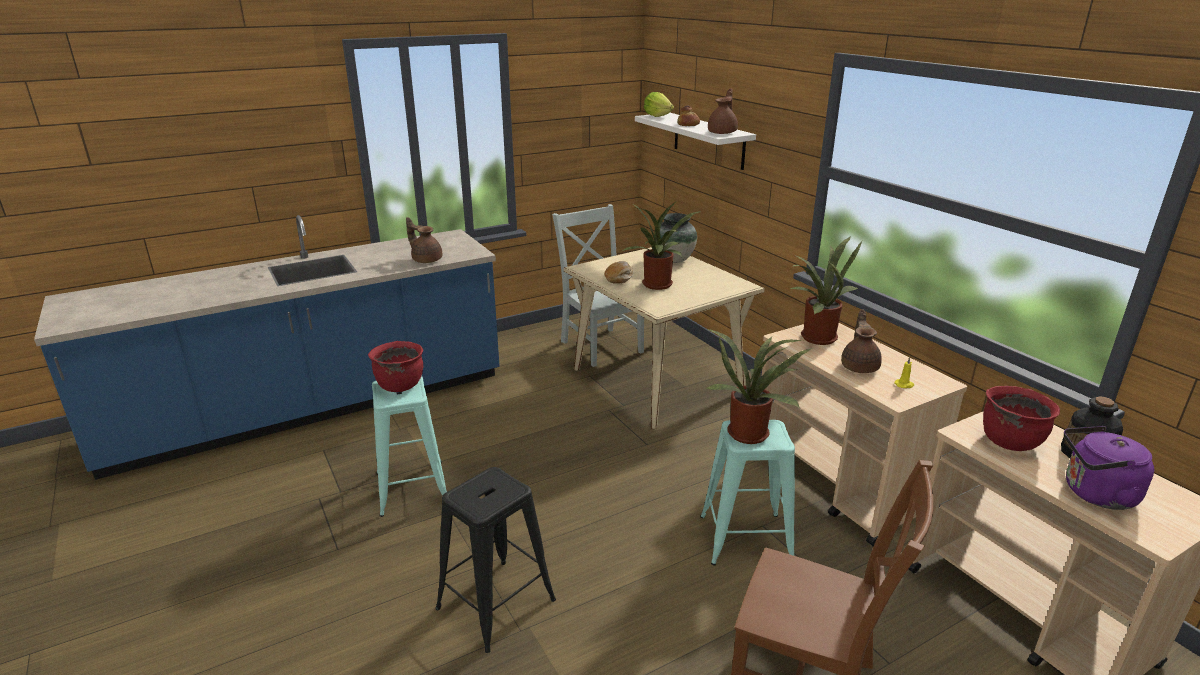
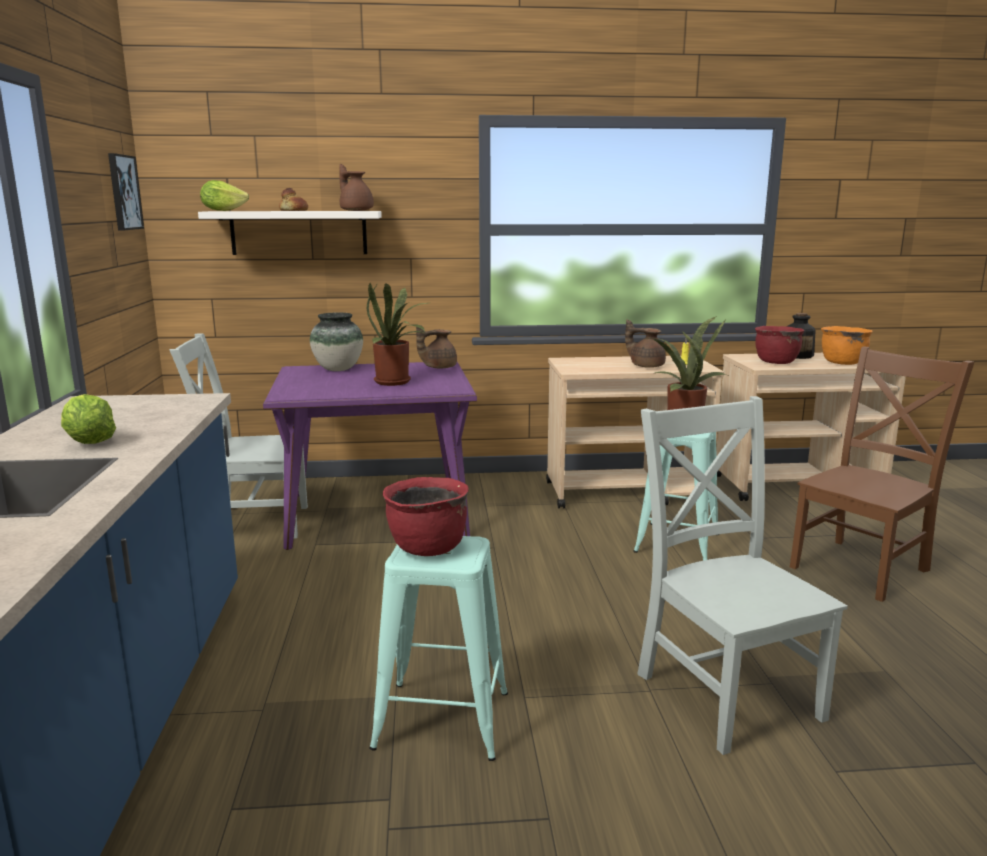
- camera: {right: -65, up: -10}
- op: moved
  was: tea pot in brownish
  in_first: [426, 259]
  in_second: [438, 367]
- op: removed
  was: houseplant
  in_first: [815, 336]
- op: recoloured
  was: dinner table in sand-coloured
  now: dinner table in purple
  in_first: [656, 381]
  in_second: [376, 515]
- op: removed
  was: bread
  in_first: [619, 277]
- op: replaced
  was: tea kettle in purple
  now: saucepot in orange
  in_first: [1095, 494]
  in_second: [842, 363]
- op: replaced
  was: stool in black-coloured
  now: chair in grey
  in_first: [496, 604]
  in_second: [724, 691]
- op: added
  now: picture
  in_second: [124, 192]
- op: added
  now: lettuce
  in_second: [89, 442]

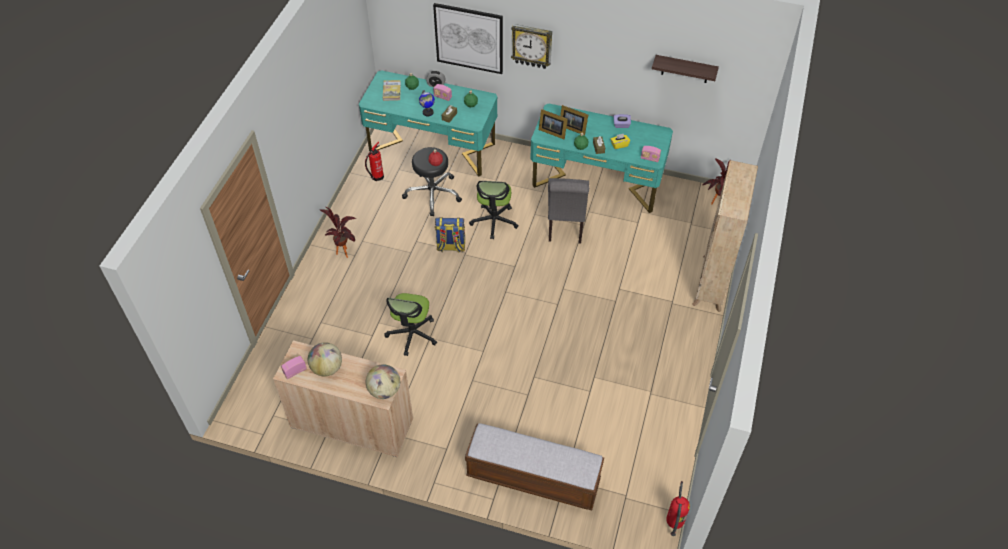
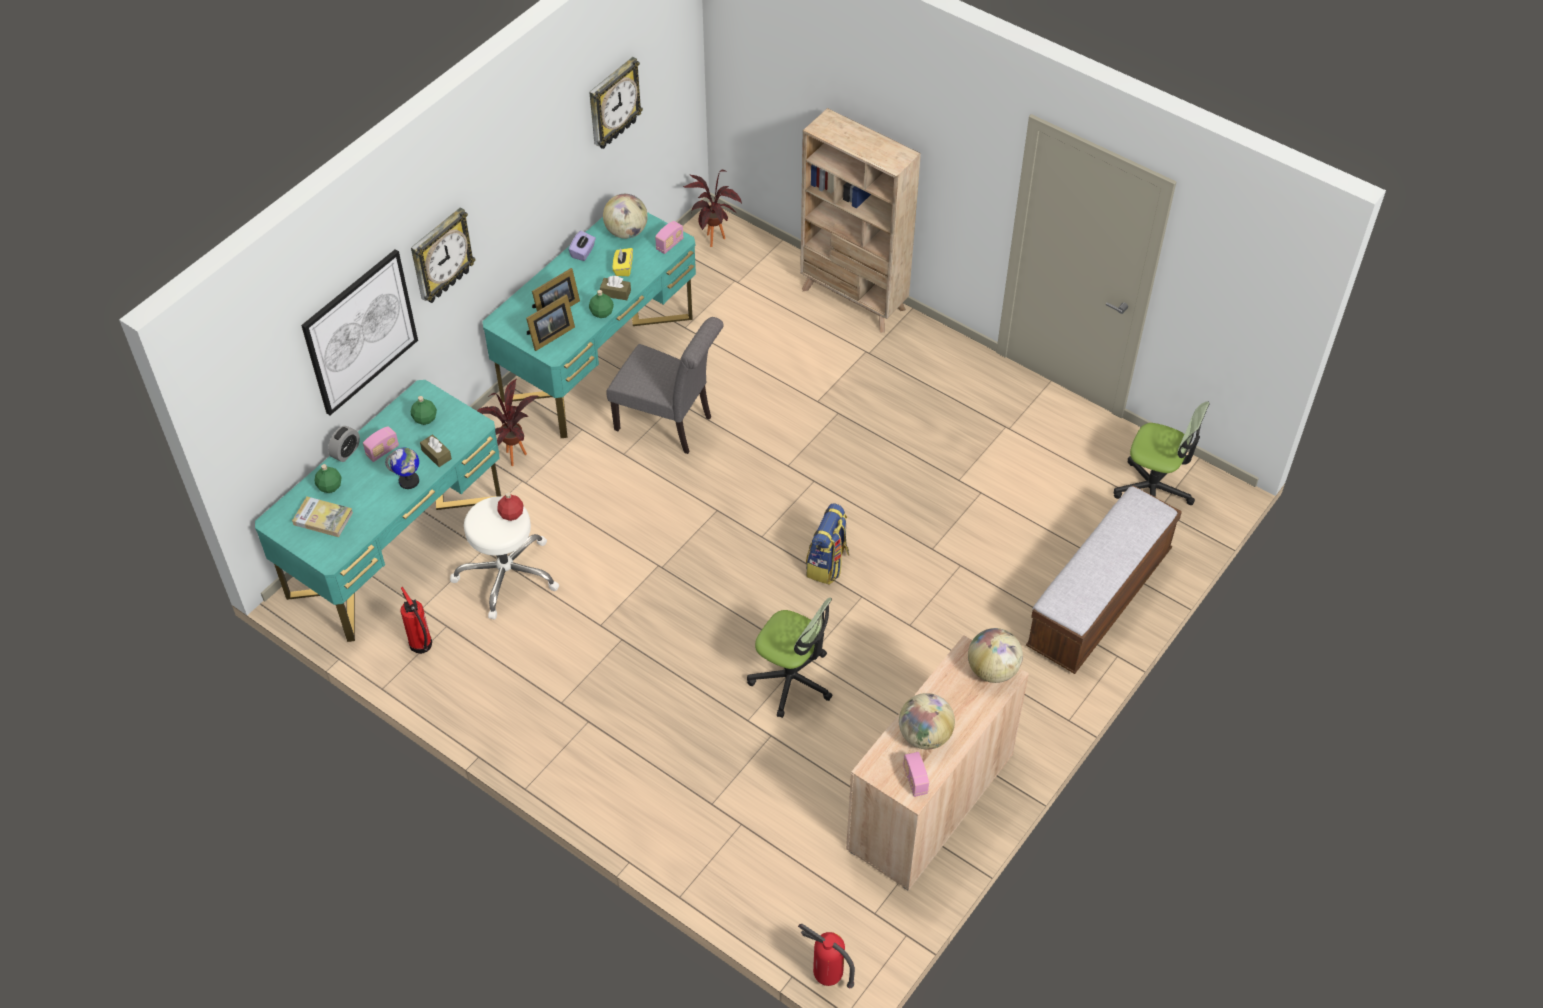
- camera: {right: -70, up: 0}
- op: replaced
  was: bracket shelf
  now: wall clock
  in_first: [685, 69]
  in_second: [613, 104]
- op: recoloured
  was: stool in black-coloured
  now: stool in white-coloured
  in_first: [433, 193]
  in_second: [506, 574]
- op: moved
  was: desk chair
  in_first: [494, 221]
  in_second: [1153, 490]
- op: moved
  was: houseplant
  in_first: [344, 250]
  in_second: [509, 455]
- op: moved
  was: knapsack
  in_first: [450, 246]
  in_second: [827, 564]
- op: moved
  was: fire-fighting cylinder
  in_first: [673, 522]
  in_second: [827, 977]
- op: added
  now: globe
  in_second: [626, 232]

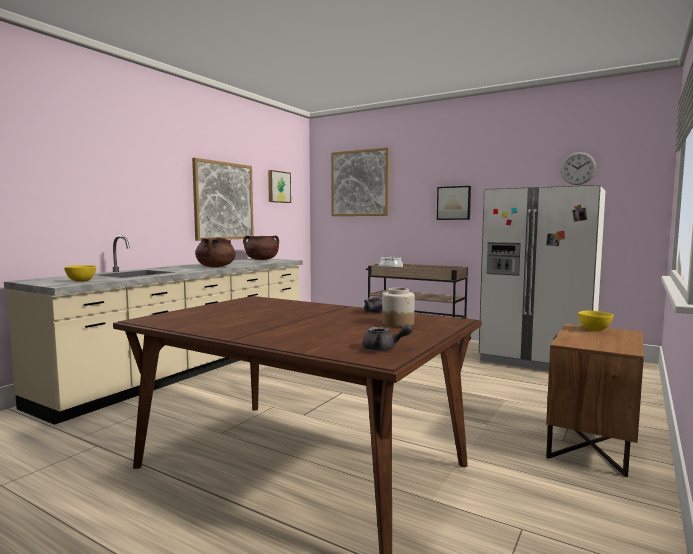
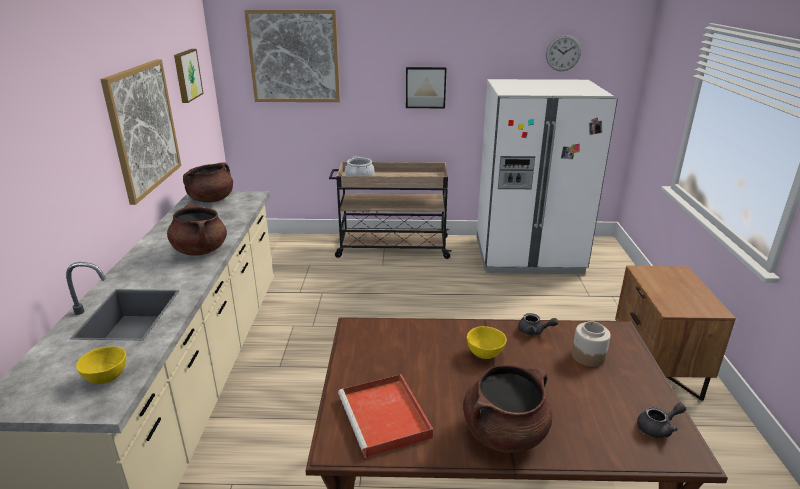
- camera: {right: -30, up: 20}
- op: moved
  was: deep dish in yellow-coloured
  in_first: [595, 330]
  in_second: [485, 354]
- op: added
  now: saucepot in brownish
  in_second: [504, 433]
- op: added
  now: tray in reddish
  in_second: [386, 418]

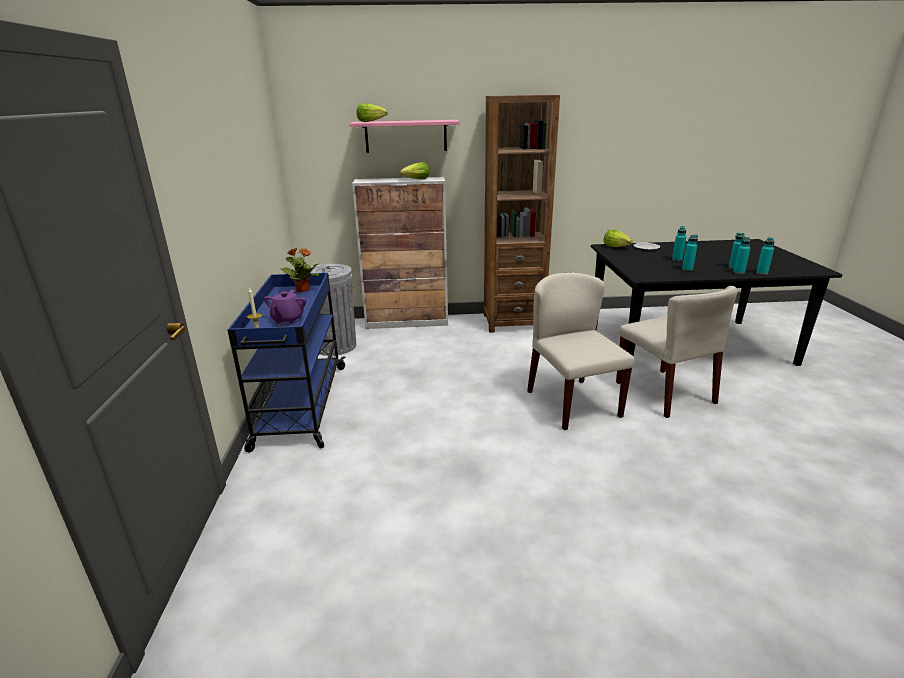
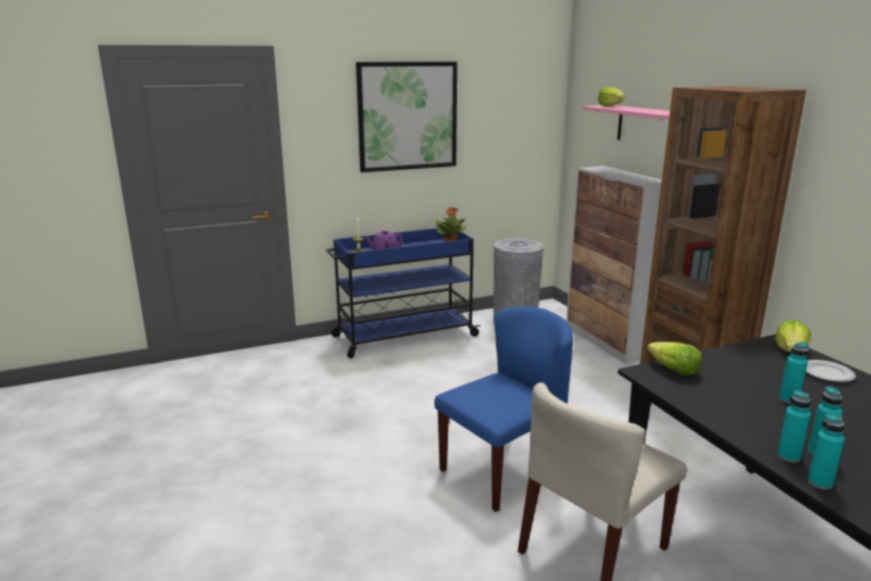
- camera: {right: 70, up: -5}
- op: moved
  was: lettuce
  in_first: [417, 180]
  in_second: [673, 370]
- op: removed
  was: beverage bottle in blue-green
  in_first: [687, 269]
- op: recoloured
  was: chair in sand-coloured
  now: chair in blue
  in_first: [572, 403]
  in_second: [503, 470]
- op: added
  now: picture
  in_second: [407, 116]

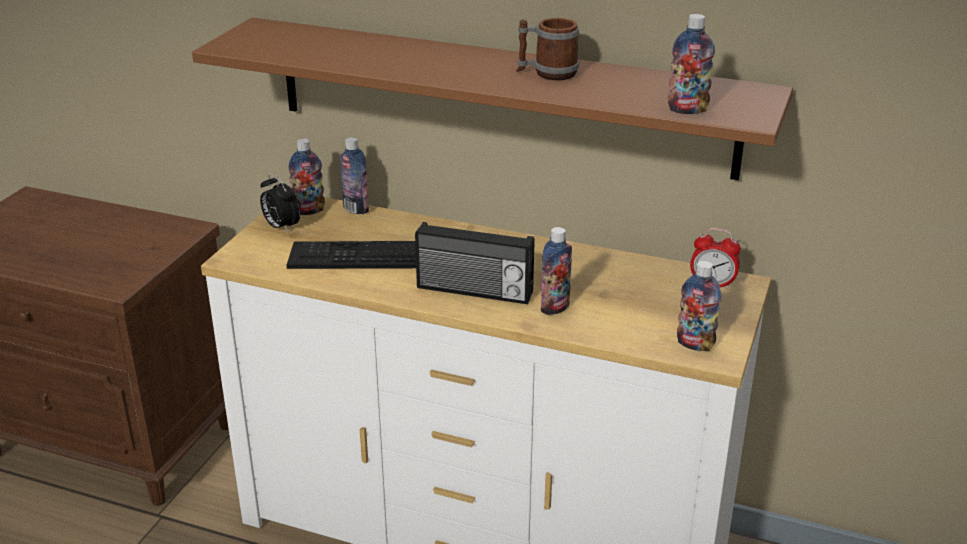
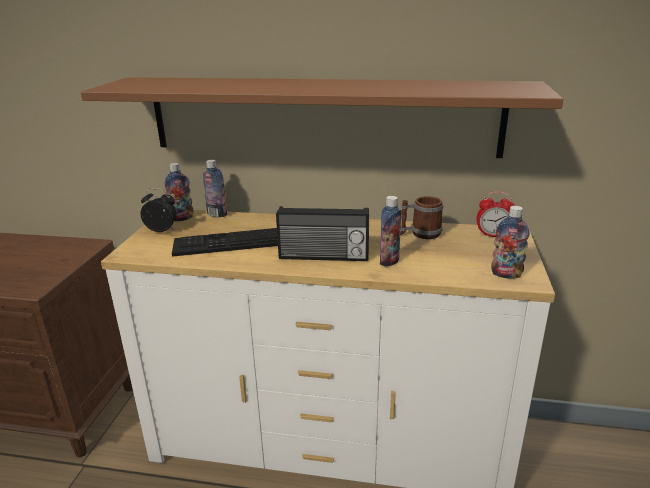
- camera: {right: -10, up: -5}
- op: removed
  was: beverage bottle
  in_first: [687, 110]
- op: moved
  was: tea mug
  in_first: [547, 73]
  in_second: [420, 234]
- op: turned
  was: bedside clock
  in_first: [281, 227]
  in_second: [162, 230]
  clockwise: 150

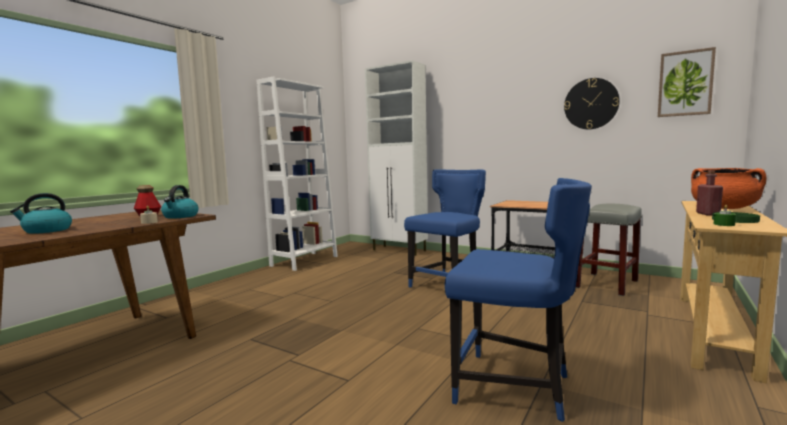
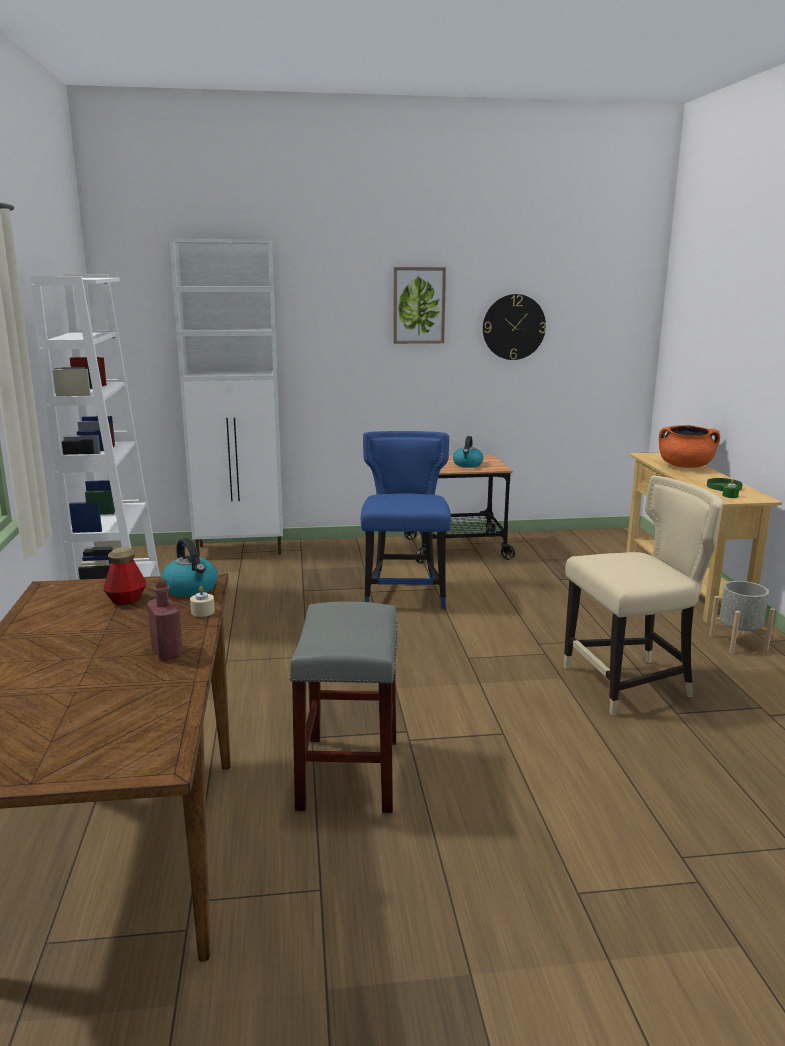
- camera: {right: -40, up: 10}
- op: moved
  was: picture
  in_first: [685, 83]
  in_second: [418, 305]
- op: moved
  was: beverage bottle in reddish
  in_first: [708, 214]
  in_second: [167, 652]
- op: recoloured
  was: chair in blue
  now: chair in sand-coloured
  in_first: [515, 387]
  in_second: [631, 684]
- op: moved
  was: tea kettle
  in_first: [46, 230]
  in_second: [468, 464]
- op: moved
  was: stool in grey
  in_first: [606, 284]
  in_second: [349, 774]
- op: added
  now: plant pot in grey
  in_second: [738, 642]

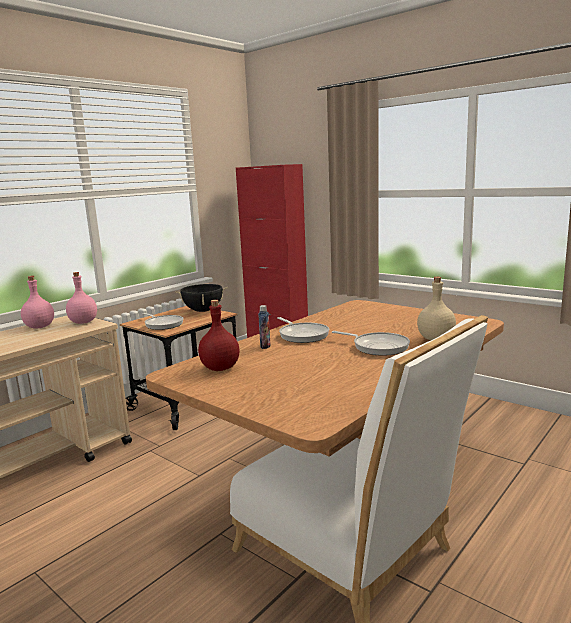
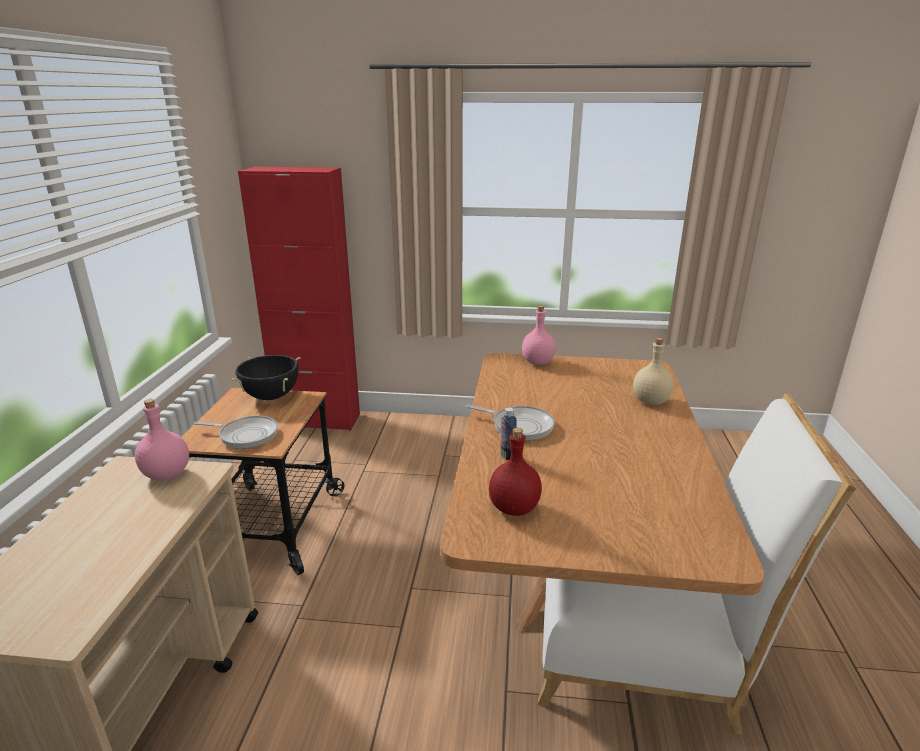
- camera: {right: -35, up: 10}
- op: moved
  was: beverage bottle in pink
  in_first: [39, 327]
  in_second: [537, 362]
- op: removed
  was: skillet
  in_first: [377, 347]

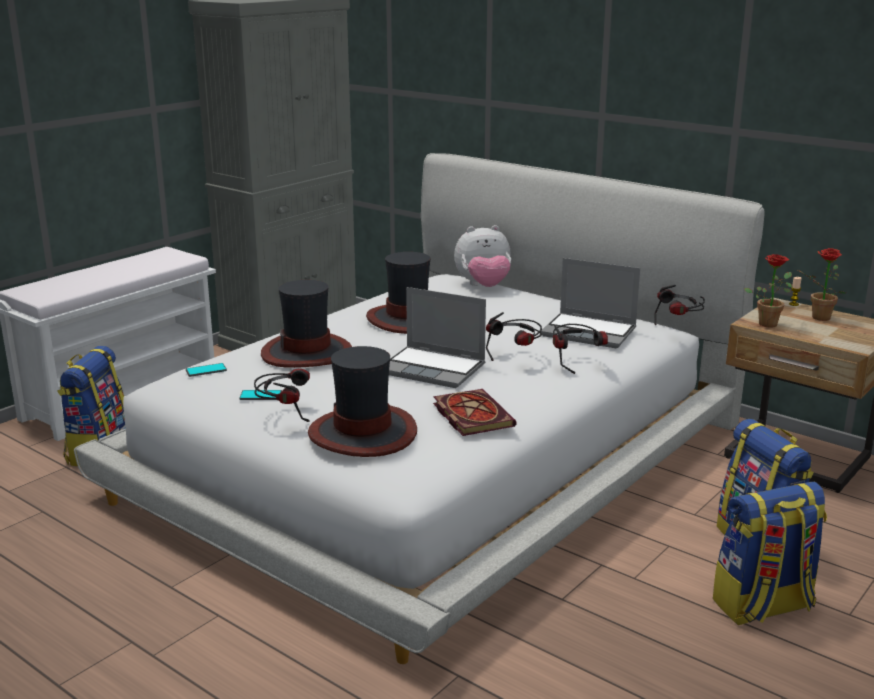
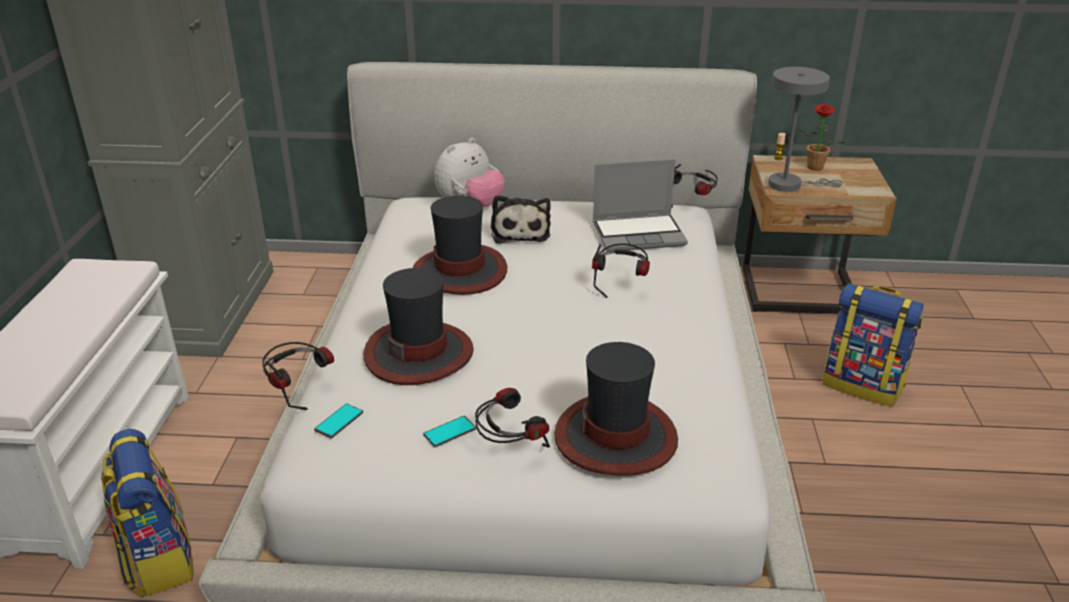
- camera: {right: -35, up: 10}
- op: replaced
  was: houseplant
  now: lamp for a table in grey
  in_first: [769, 323]
  in_second: [790, 184]
- op: removed
  was: portable computer
  in_first: [434, 369]
- op: moved
  was: headset
  in_first: [575, 363]
  in_second: [299, 392]
- op: removed
  was: book
  in_first: [470, 415]
- op: removed
  was: knapsack
  in_first: [763, 606]
- op: added
  now: soft toy
  in_second: [520, 232]

